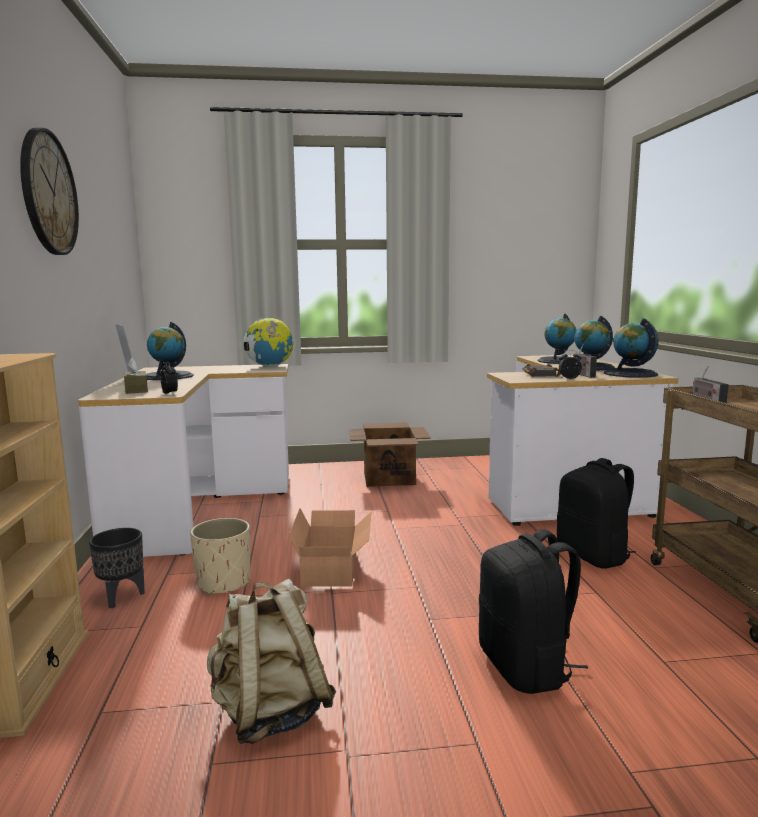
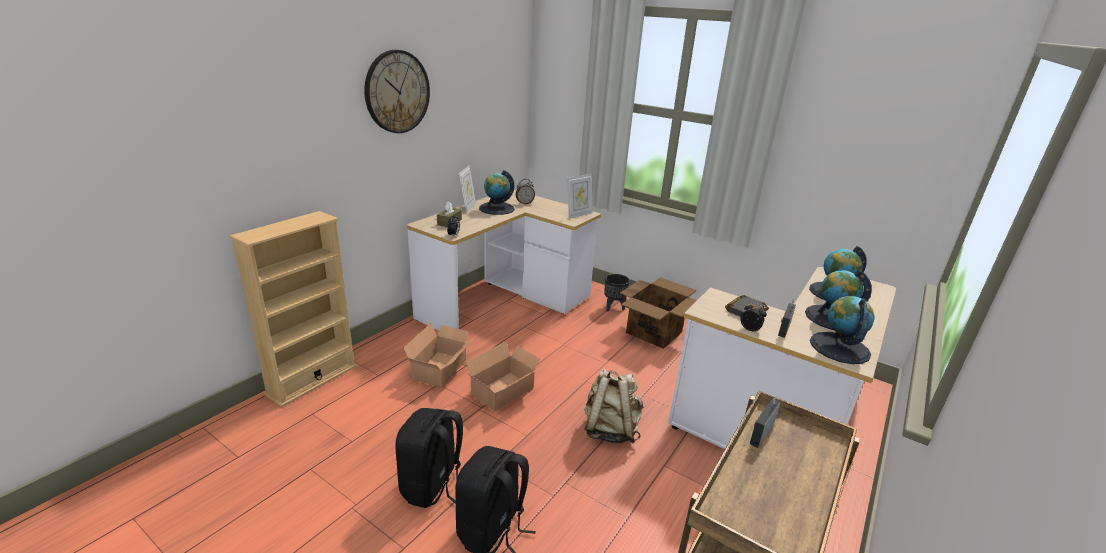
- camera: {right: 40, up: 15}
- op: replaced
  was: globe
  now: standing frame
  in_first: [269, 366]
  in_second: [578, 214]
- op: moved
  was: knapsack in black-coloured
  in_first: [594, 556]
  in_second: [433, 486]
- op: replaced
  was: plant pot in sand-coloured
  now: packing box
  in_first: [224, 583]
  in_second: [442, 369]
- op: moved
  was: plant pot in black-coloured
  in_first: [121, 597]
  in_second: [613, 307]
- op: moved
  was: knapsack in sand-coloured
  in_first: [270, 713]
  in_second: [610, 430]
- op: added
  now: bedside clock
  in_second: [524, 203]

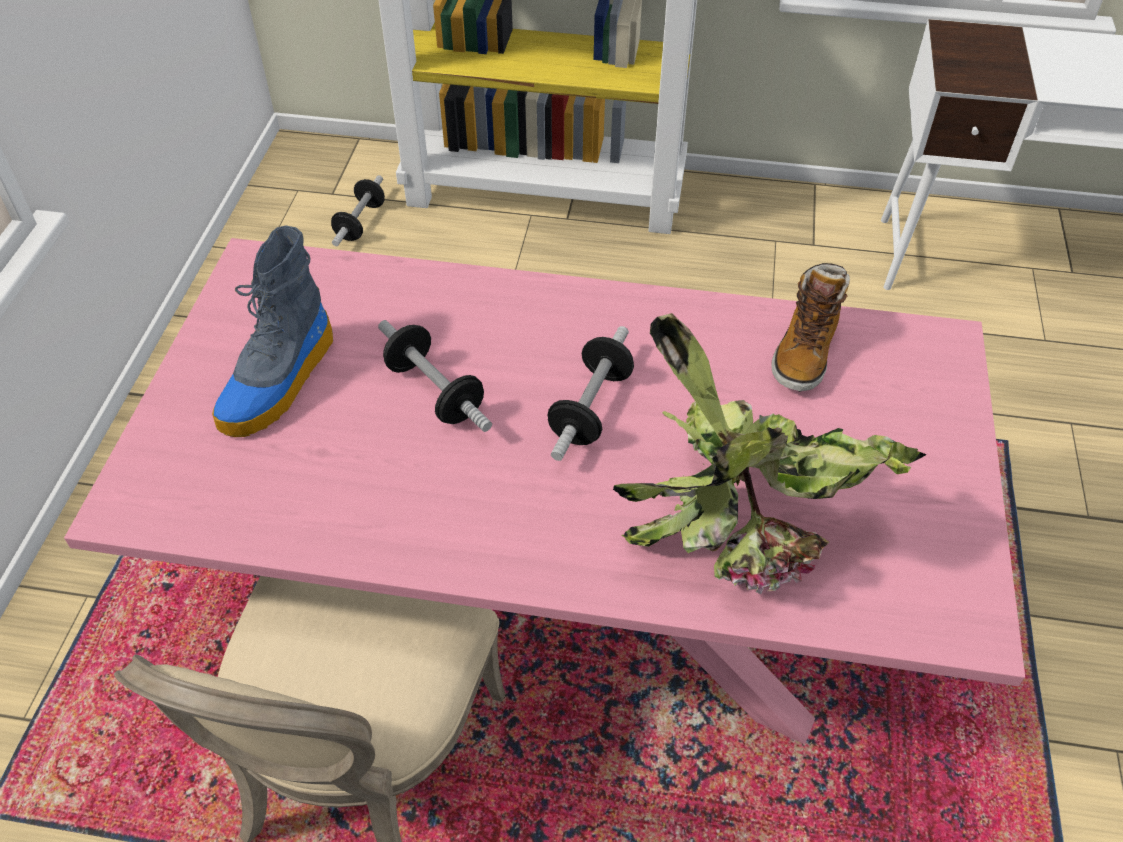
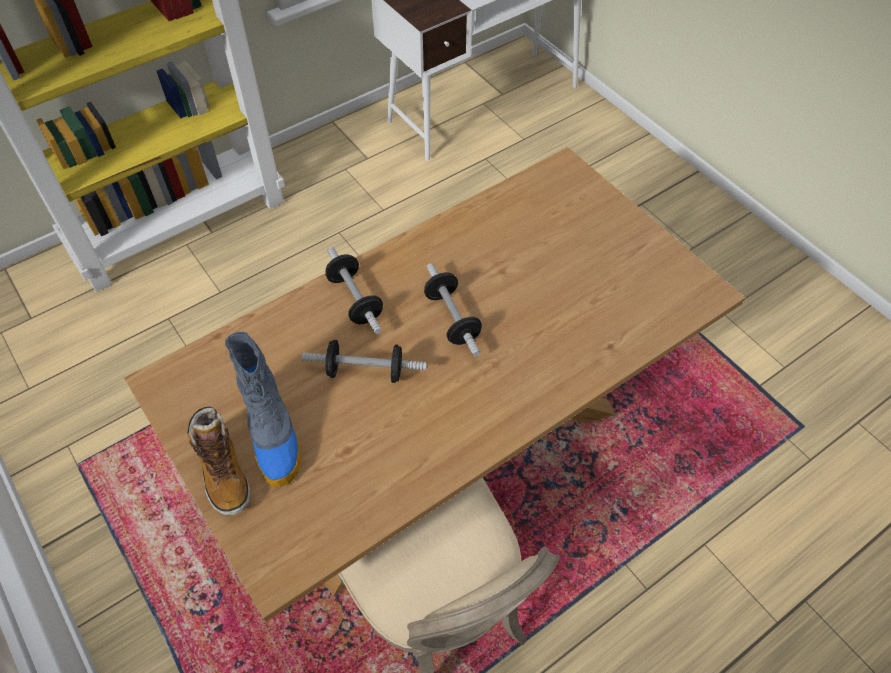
- camera: {right: -45, up: 5}
- op: moved
  was: dumbbell
  in_first: [360, 222]
  in_second: [355, 300]
- op: recoloured
  was: dinner table in pink
  now: dinner table in brownish
  in_first: [562, 601]
  in_second: [444, 444]
- op: moved
  was: high-top boot
  in_first: [805, 351]
  in_second: [224, 472]
- op: removed
  was: houseplant
  in_first: [744, 531]

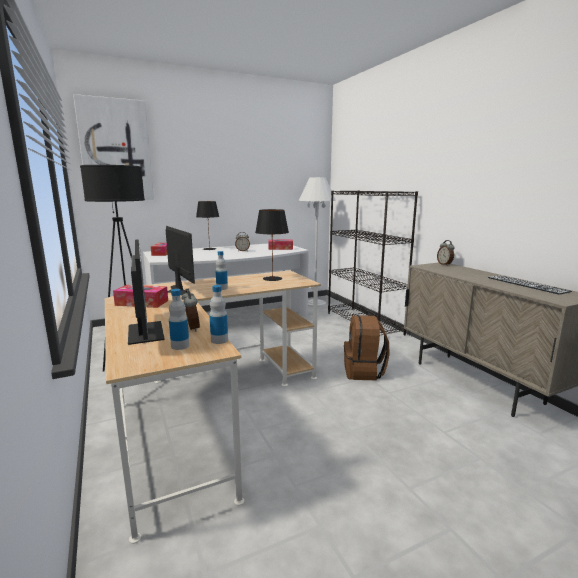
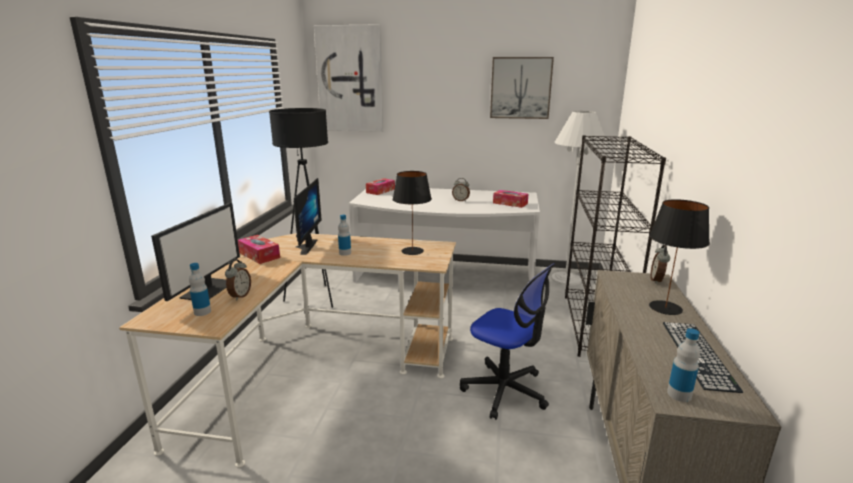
- camera: {right: 35, up: 5}
- op: moved
  was: lamp for a table in black-coloured
  in_first: [209, 249]
  in_second: [665, 308]
- op: moved
  was: beverage bottle
  in_first: [219, 340]
  in_second: [679, 394]
- op: replaced
  was: knapsack in brownish
  now: desk chair
  in_first: [364, 371]
  in_second: [505, 390]
- op: added
  now: picture
  in_second: [520, 88]

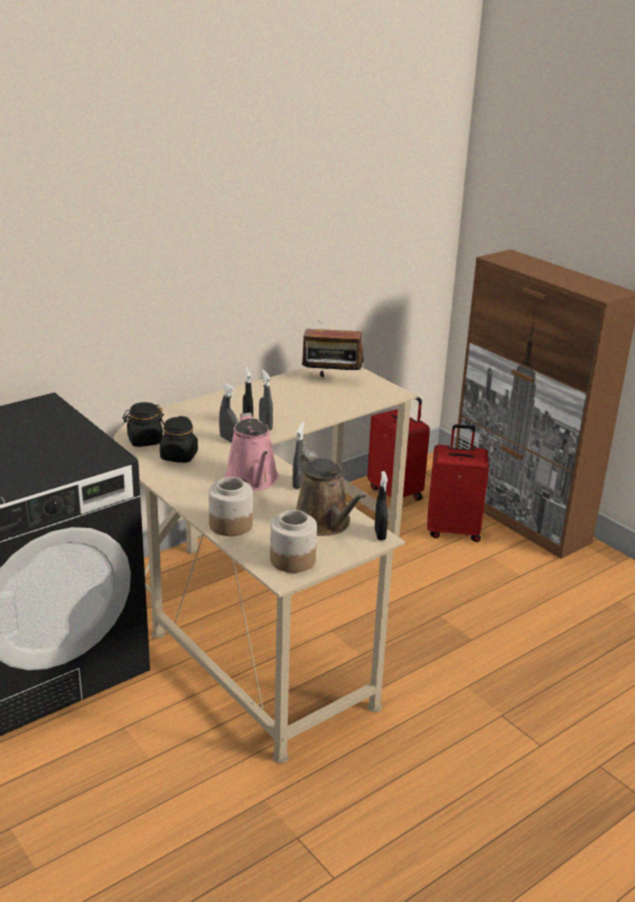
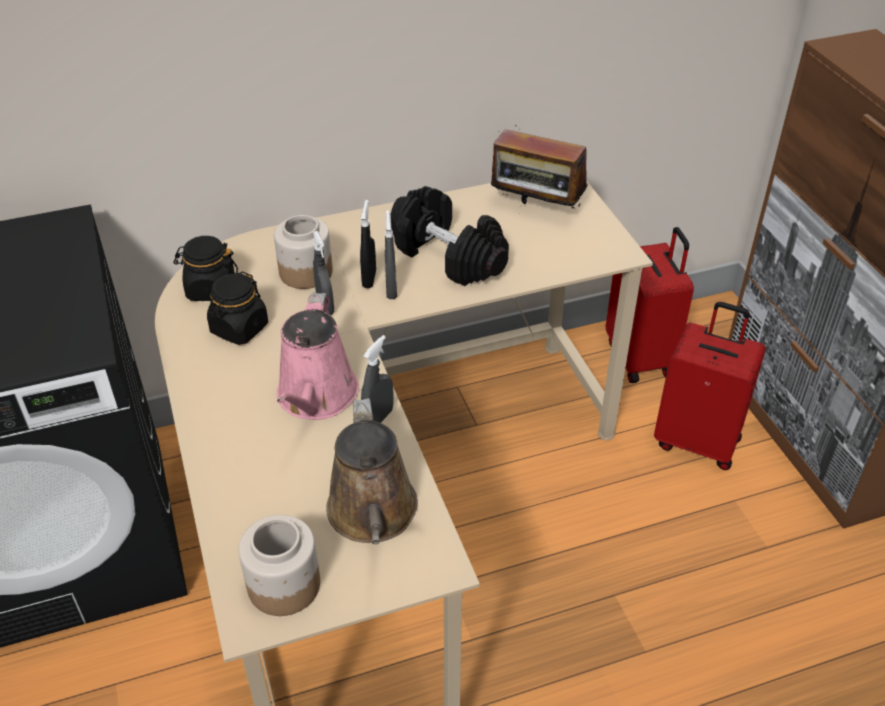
- camera: {right: 20, up: 15}
- op: removed
  was: hand sprayer in black-coloured
  in_first: [380, 534]
- op: moved
  was: storage jar
  in_first: [230, 525]
  in_second: [305, 272]
- op: added
  now: dumbbell in black-coloured
  in_second: [449, 256]

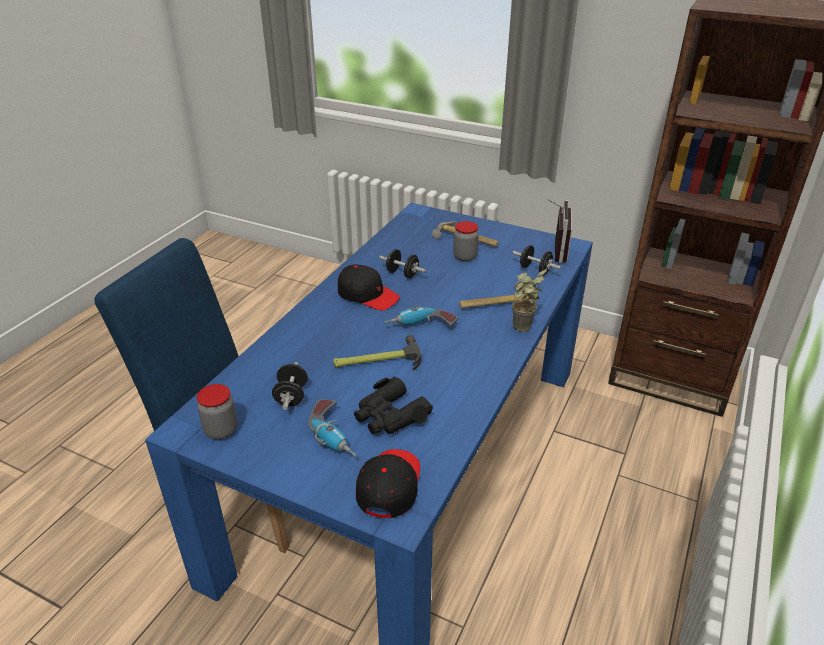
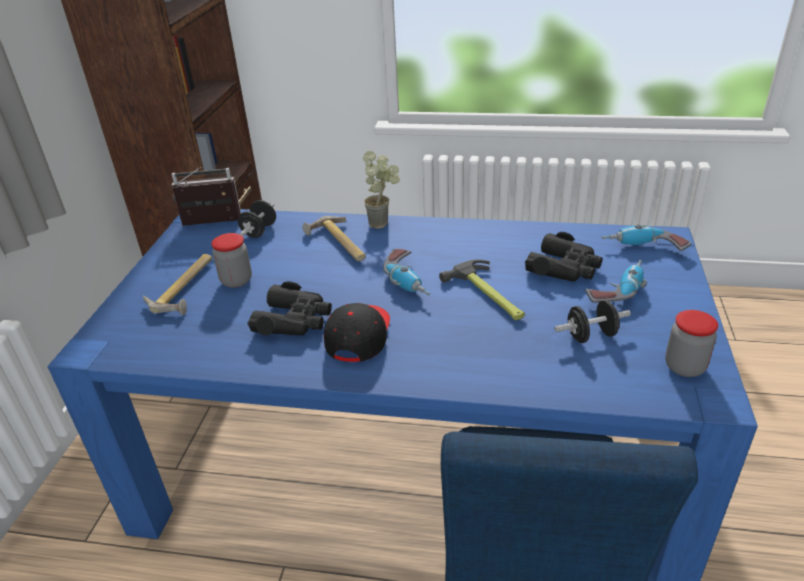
- camera: {right: -105, up: 0}
- op: replaced
  was: dumbbell in black-coloured
  now: binoculars in black-coloured
  in_first: [402, 274]
  in_second: [294, 320]
- op: replaced
  was: peaked cap in black-coloured
  now: drill
  in_first: [389, 486]
  in_second: [644, 249]

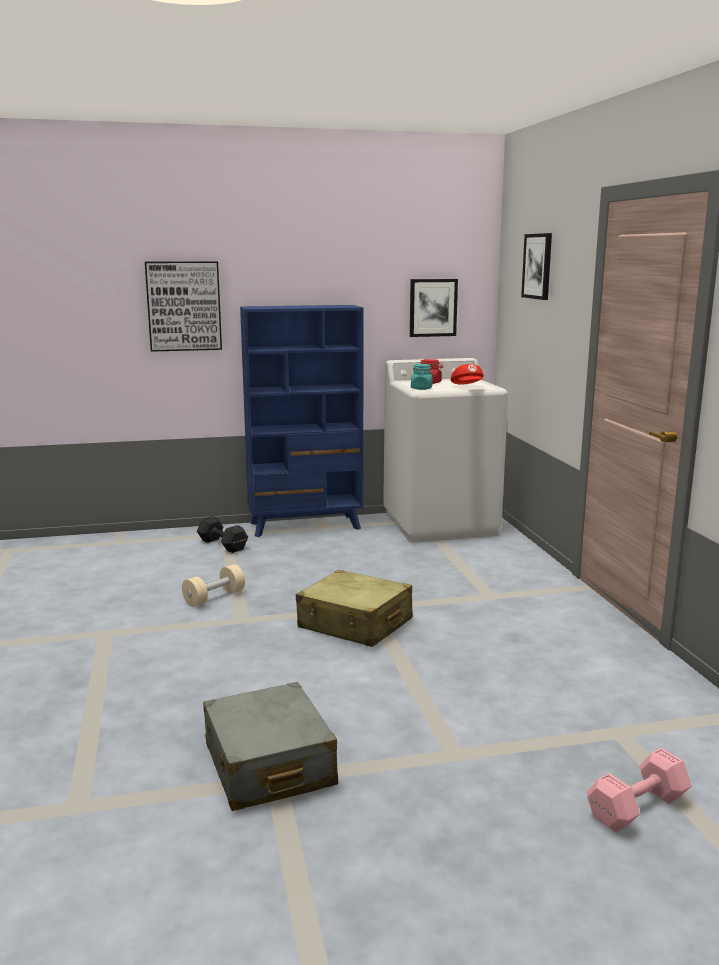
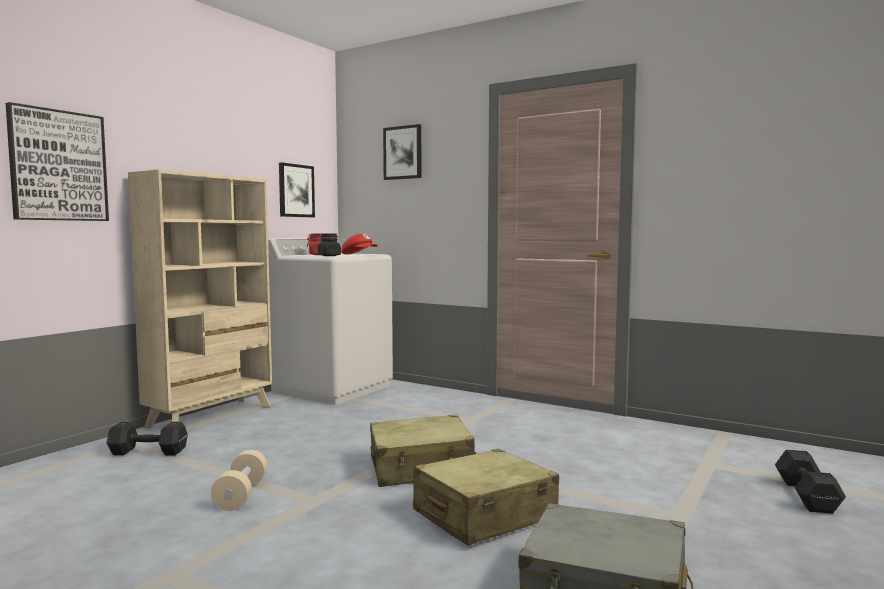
- camera: {right: -45, up: -10}
- op: recoloured
  was: shelving unit in blue
  now: shelving unit in sand-coloured
  in_first: [306, 526]
  in_second: [212, 416]
- op: recoloured
  was: storage jar in blue-green
  now: storage jar in black-coloured
  in_first: [421, 388]
  in_second: [329, 256]
- op: recoloured
  was: dumbbell in pink
  now: dumbbell in black-coloured
  in_first: [639, 807]
  in_second: [807, 495]
- op: added
  now: suitcase in sand-coloured
  in_second: [484, 515]

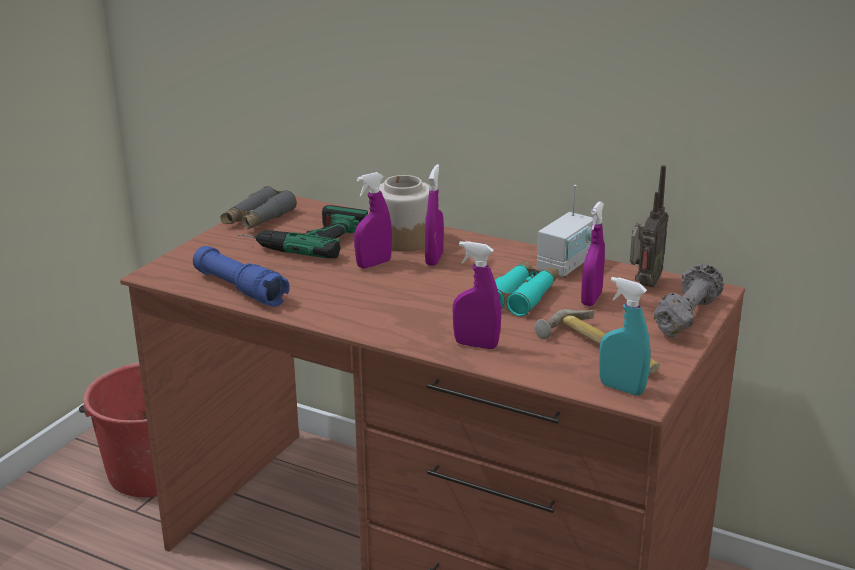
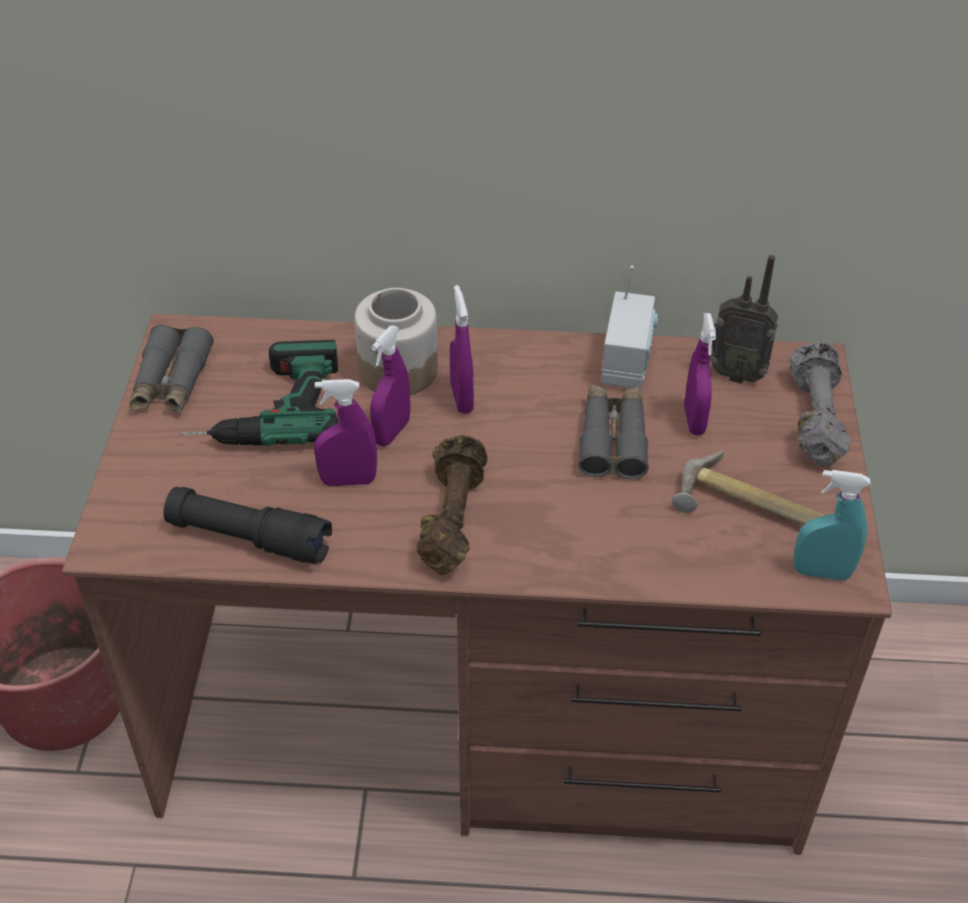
- camera: {right: -25, up: 20}
- op: turned
  was: radio receiver
  in_first: [643, 284]
  in_second: [734, 373]
  clockwise: 105
- op: moved
  was: hand sprayer in purple
  in_first: [476, 345]
  in_second: [348, 480]
- op: recoloured
  was: hand torch in blue
  now: hand torch in black-coloured
  in_first: [240, 289]
  in_second: [249, 538]
- op: recoloured
  was: binoculars in blue-green
  now: binoculars in grey
  in_first: [522, 296]
  in_second: [613, 439]
- op: added
  now: dumbbell in brownish
  in_second: [451, 518]

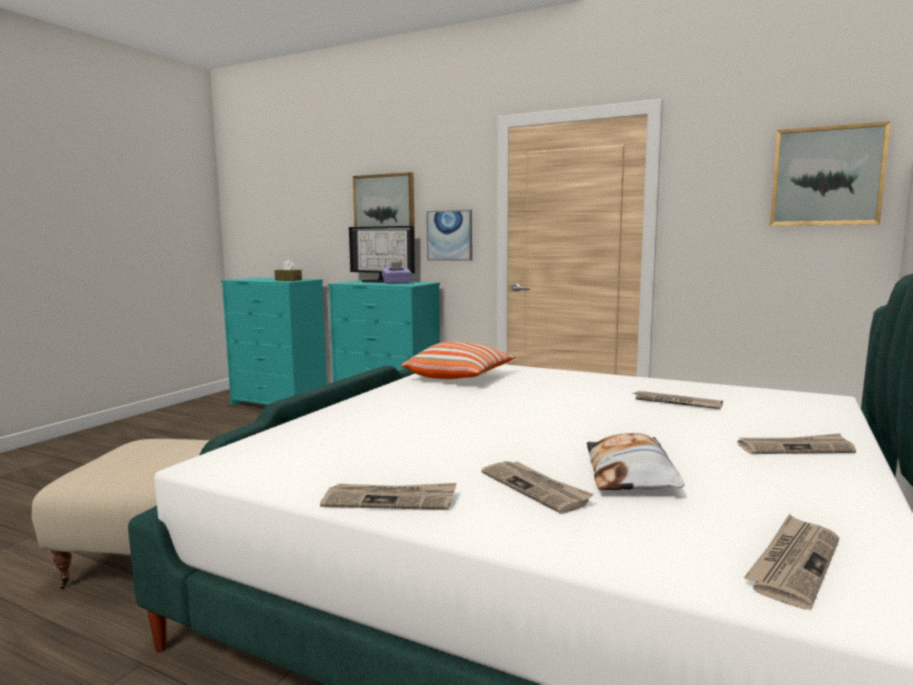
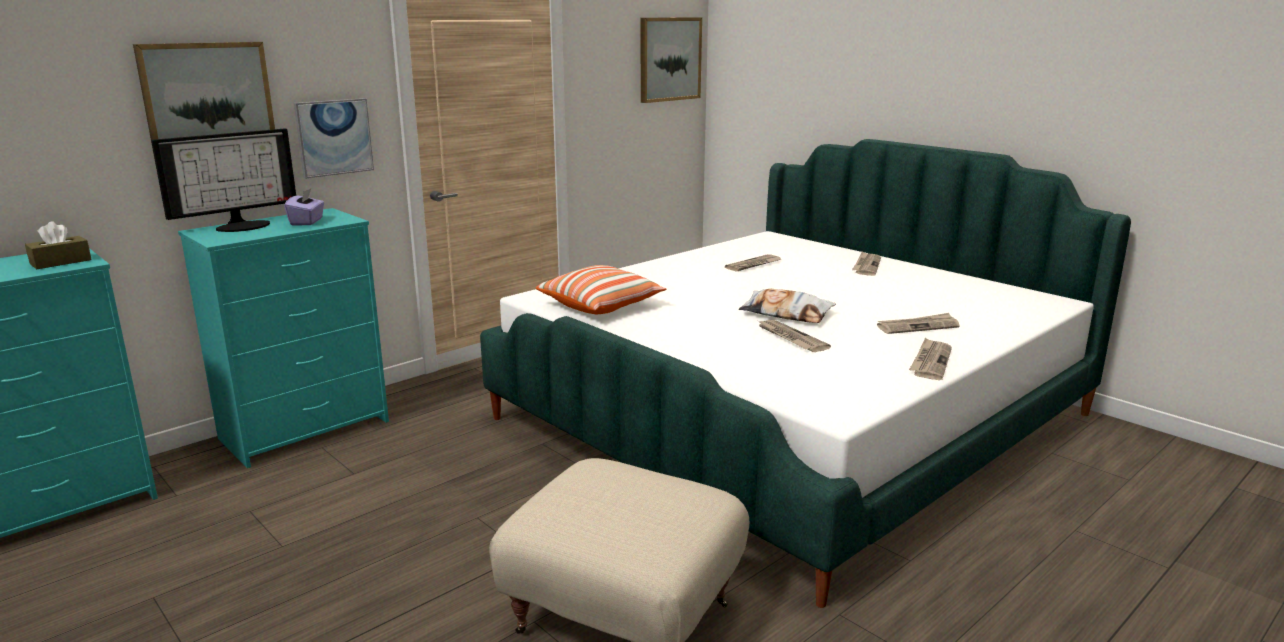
- camera: {right: -70, up: 10}
- op: moved
  was: cushion
  in_first: [631, 473]
  in_second: [786, 313]
- op: moved
  was: daily paper
  in_first: [794, 563]
  in_second: [790, 338]

